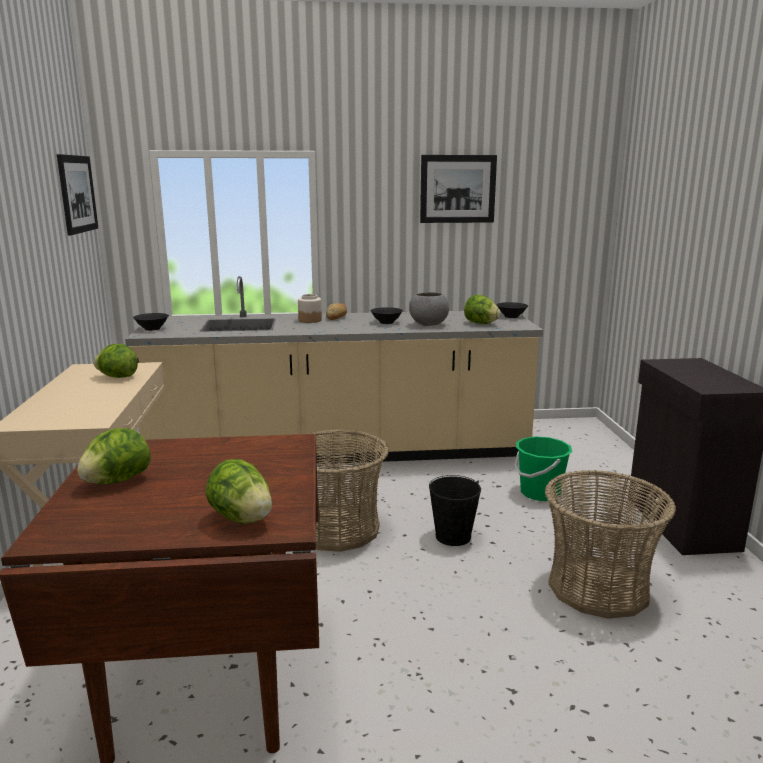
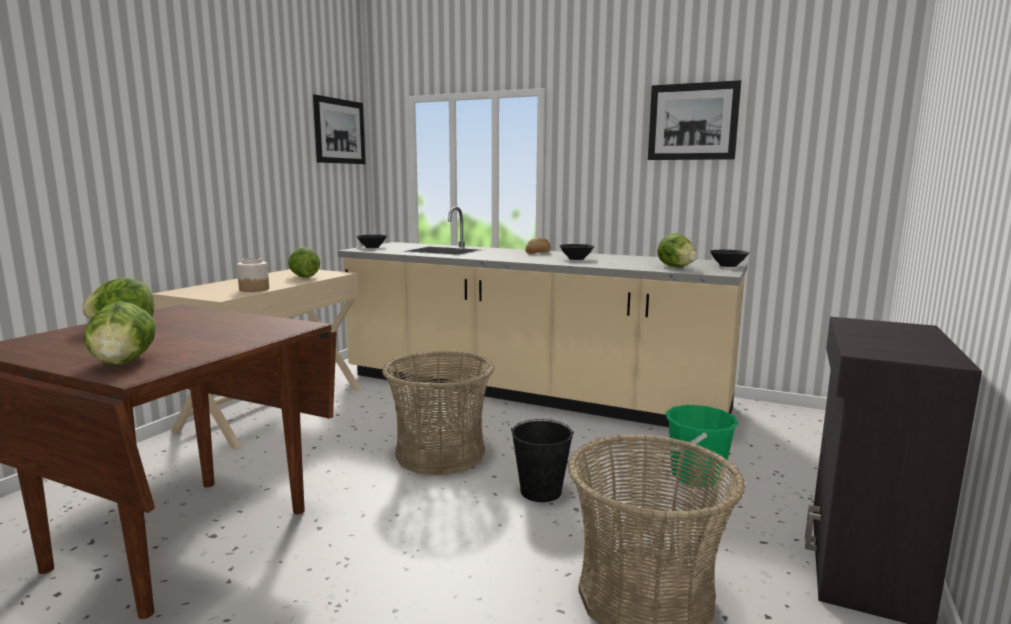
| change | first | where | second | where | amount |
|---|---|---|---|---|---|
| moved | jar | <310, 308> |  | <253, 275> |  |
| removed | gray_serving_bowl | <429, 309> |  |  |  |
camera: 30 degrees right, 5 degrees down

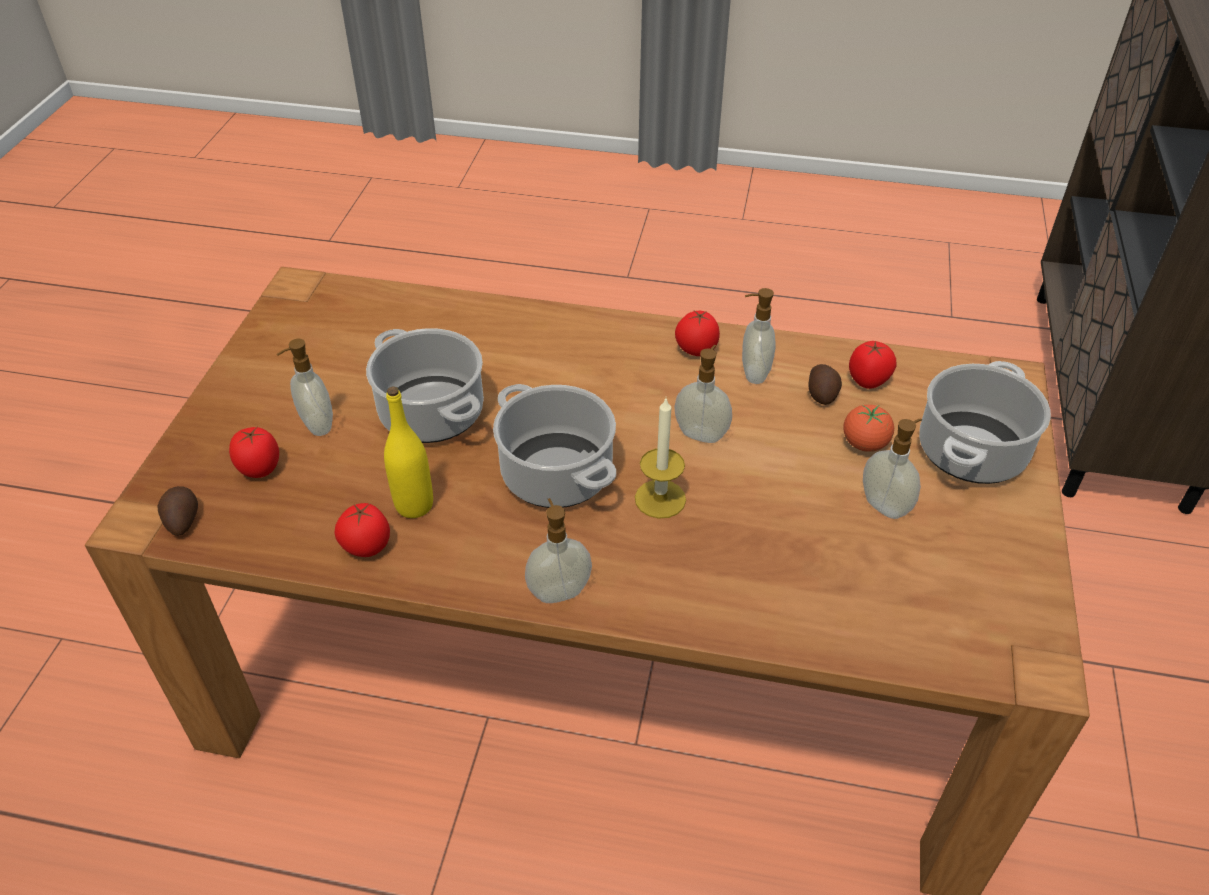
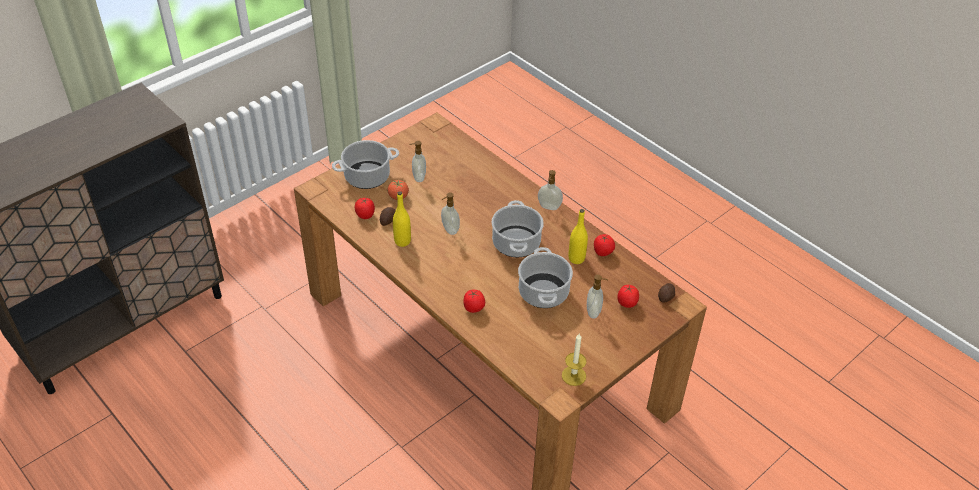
| change | first | where | second | where | amount |
|---|---|---|---|---|---|
| moved | wax_light | <660, 459> |  | <574, 360> |  |
| moved | tomato | <697, 333> |  | <474, 301> |  |
| replaced | liquid_soap_bottle | <759, 336> | yellowish_bottle | <402, 219> |  |
camera: 145 degrees left, 0 degrees up

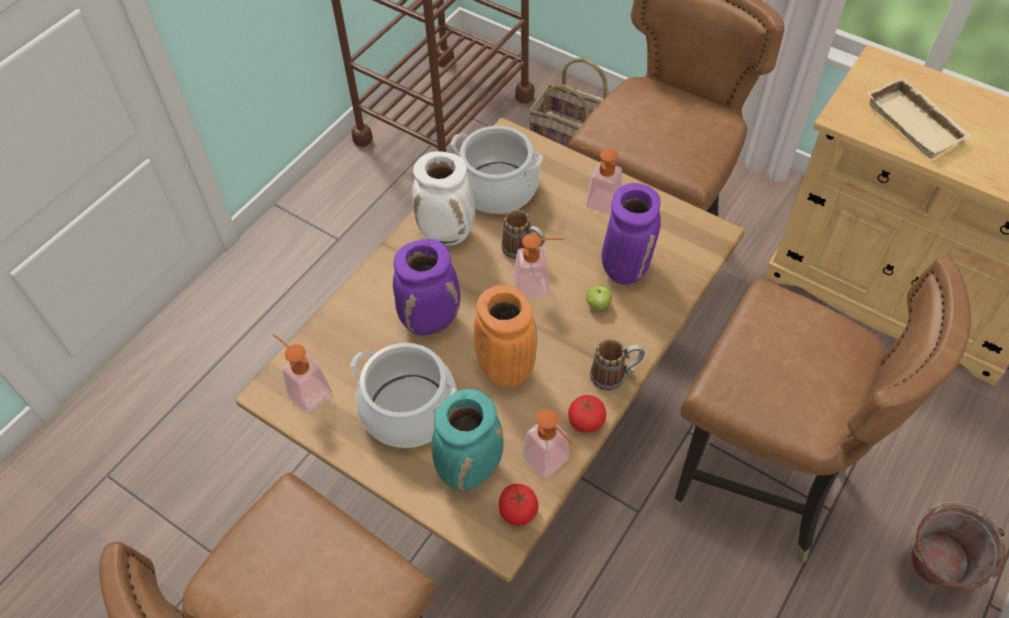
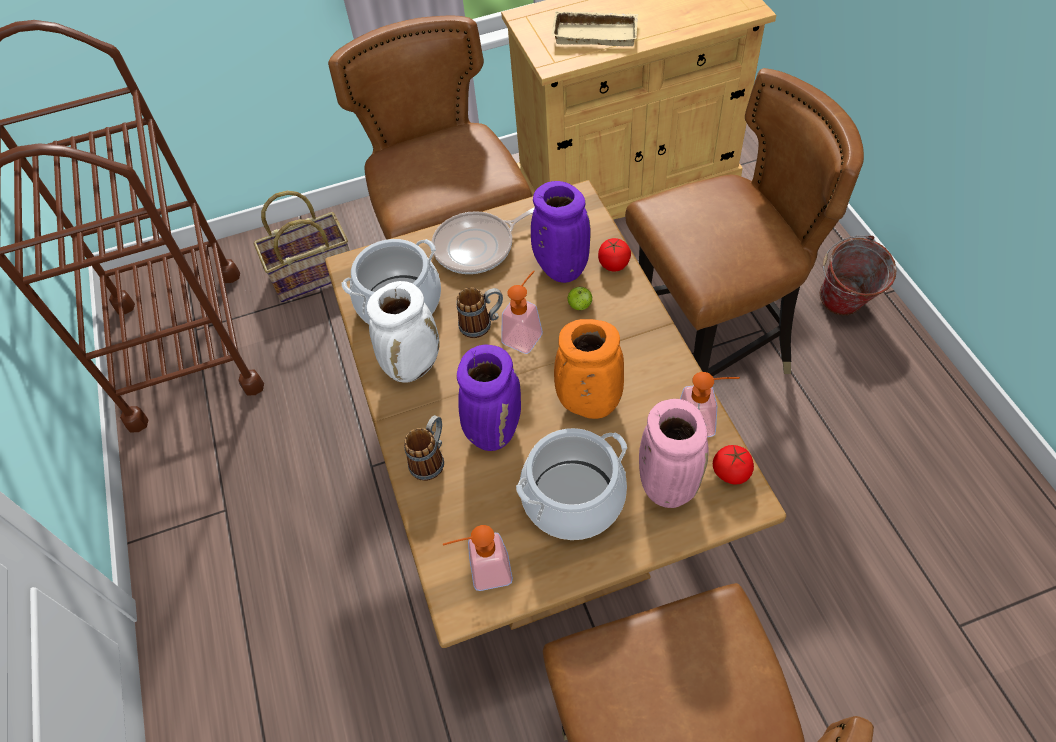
| change | first | where | second | where | amount |
|---|---|---|---|---|---|
| recoloured | turquoise-coloured_vase | <468, 440> | pinkish_vase | <674, 453> |  |
| moved | tomato | <587, 414> |  | <614, 255> |  |
| replaced | liquid_soap_bottle | <601, 181> | pan | <483, 240> |  |
| moved | coffee_mug | <617, 365> |  | <424, 448> |  |
camera: 50 degrees left, 0 degrees up

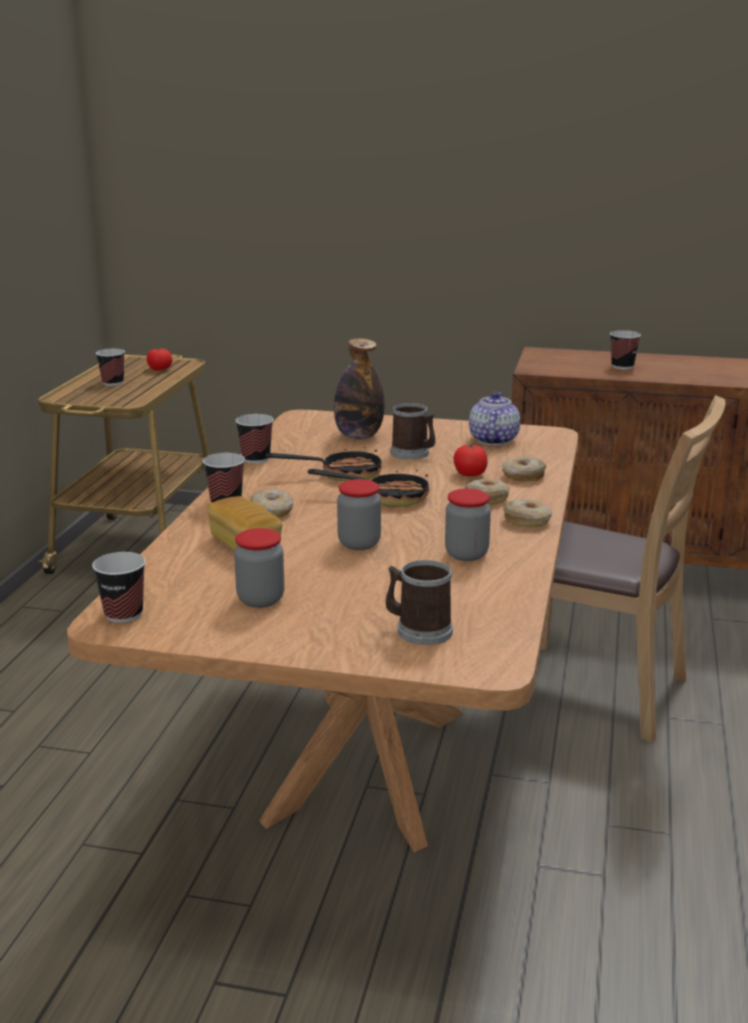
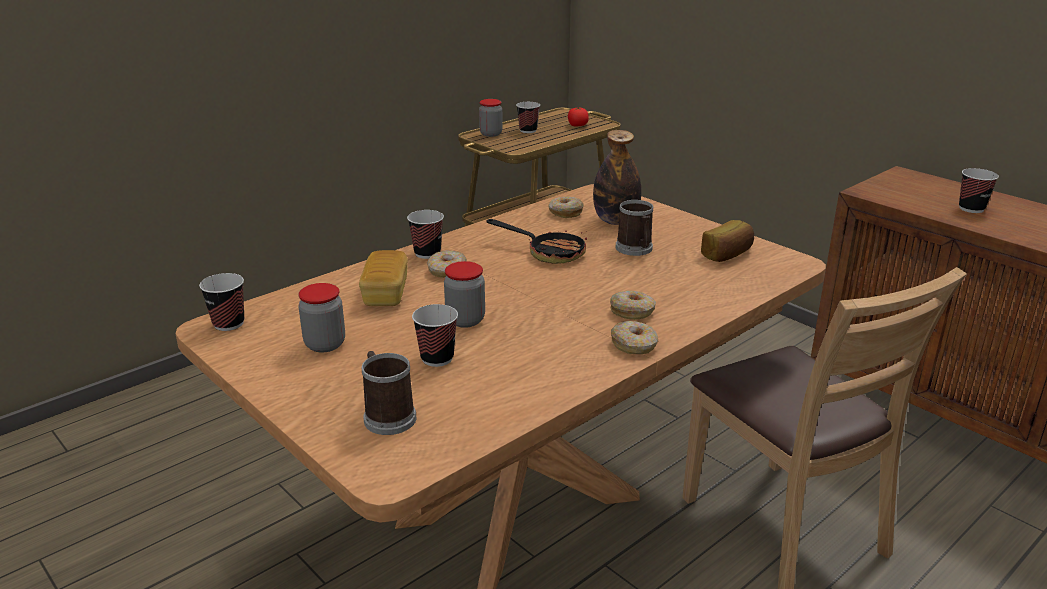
| change | first | where | second | where | amount |
|---|---|---|---|---|---|
| moved | drinking_cup | <255, 439> |  | <435, 335> |  |
| removed | pan | <369, 487> |  |  |  |
| moved | jar | <468, 524> |  | <491, 118> |  |
| removed | tomato | <470, 460> |  |  |  |
| replaced | pot_for_tea | <494, 418> | baked_bread | <727, 241> |  |
| moved | donut | <524, 469> |  | <566, 207> |  |
camera: 35 degrees right, 5 degrees up

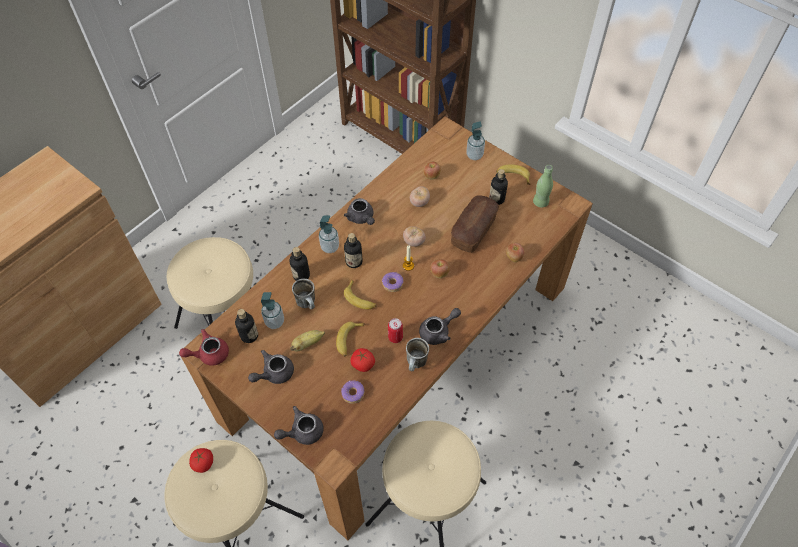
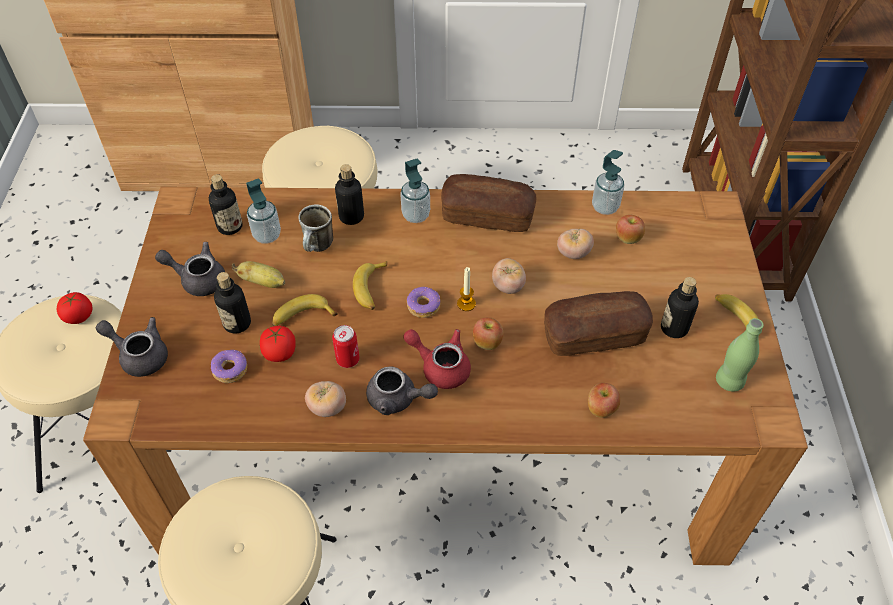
| change | first | where | second | where | amount |
|---|---|---|---|---|---|
| moved | red_pot_for_tea | <204, 347> |  | <437, 359> |  |
| replaced | gray_pot_for_tea | <359, 211> | baked_bread | <488, 203> |  |
| moved | bottle | <353, 250> |  | <232, 303> |  |
| replaced | coffee_mug | <417, 354> | tomato | <325, 399> |  |
| moved | liquid_soap_bottle | <475, 140> |  | <608, 182> |  |
camera: 50 degrees right, 5 degrees down

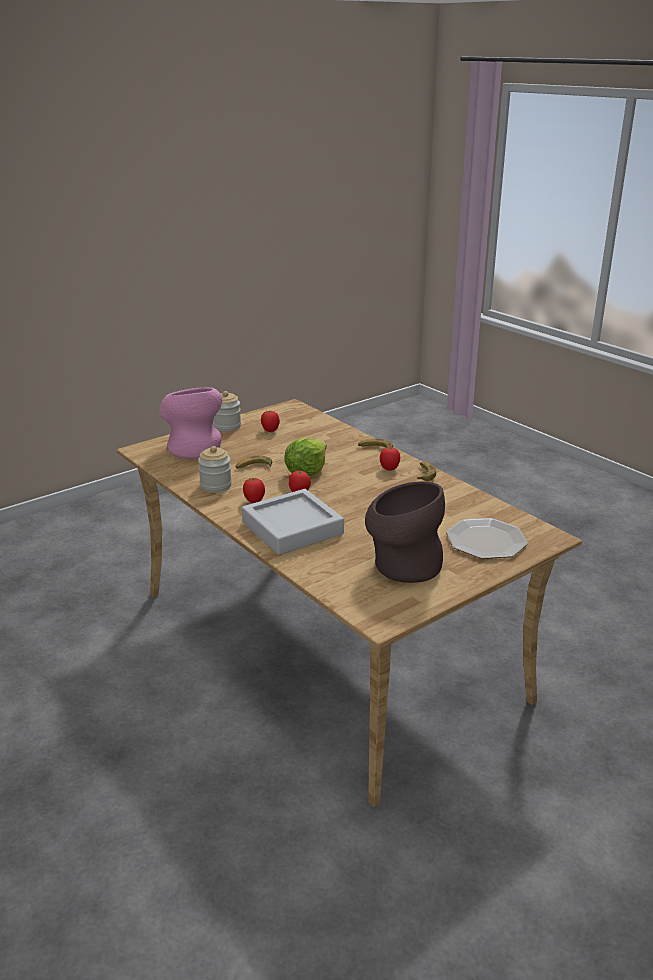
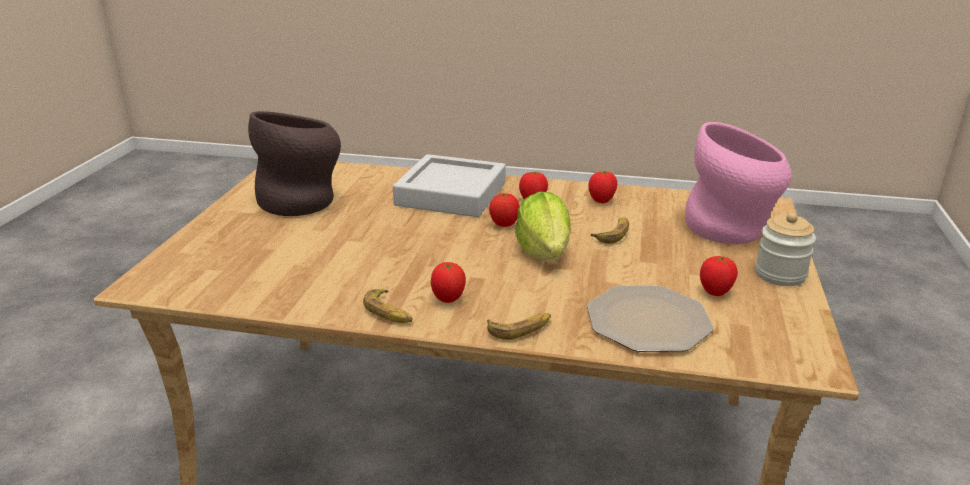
| change | first | where | second | where | amount |
|---|---|---|---|---|---|
| replaced | jar | <215, 469> | tomato | <602, 187> |  |
| moved | flat_dish | <487, 538> |  | <650, 318> |  |
camera: 140 degrees right, 0 degrees up

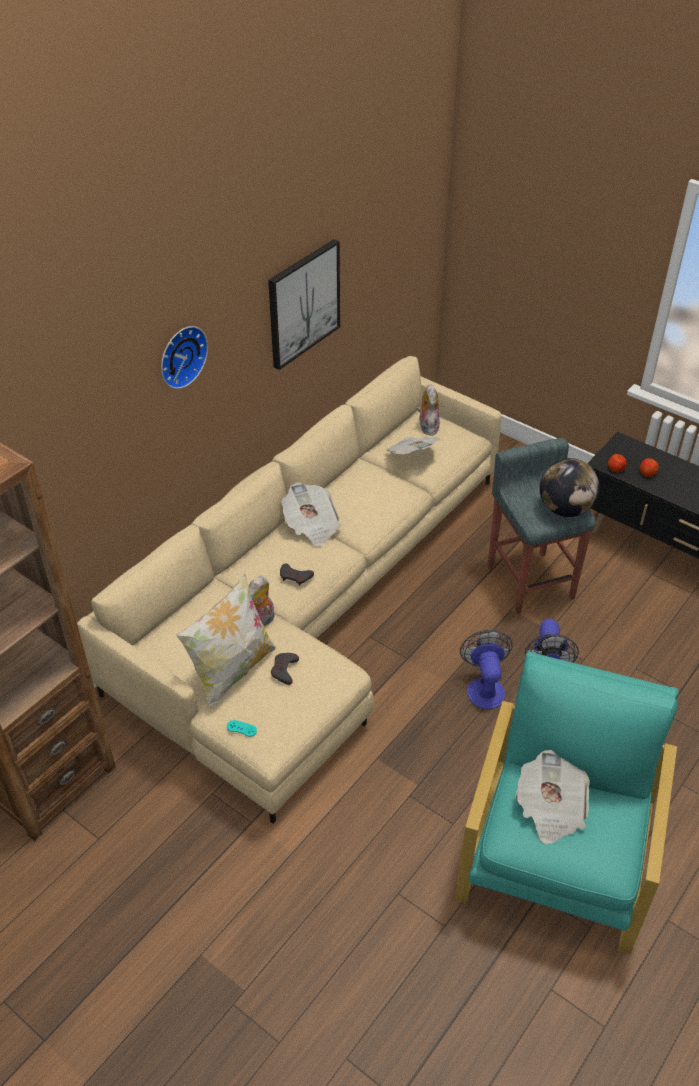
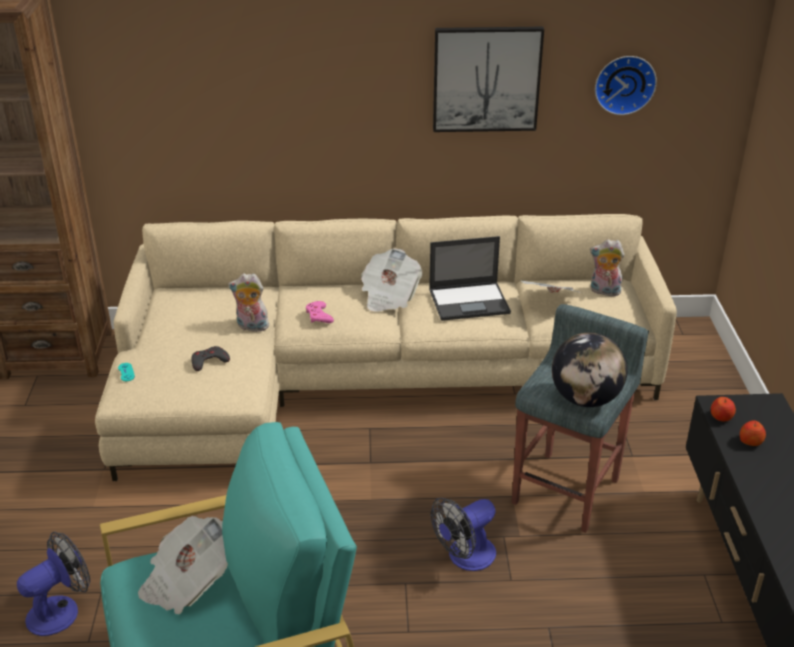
| change | first | where | second | where | amount |
|---|---|---|---|---|---|
| moved | hanging_clock | <184, 357> |  | <626, 85> |  |
| removed | pillow | <226, 642> |  |  |  |
| recoloured | gray_gamepad | <297, 574> | pinkish_gamepad | <320, 312> |  |
| turned | cuddly_toy | <428, 410> |  | <607, 267> | 120 degrees counterclockwise |
| moved | electric_fan | <486, 669> |  | <53, 584> |  |
| added |  |  | portable_computer | <470, 278> |  |
camera: 50 degrees right, 10 degrees down

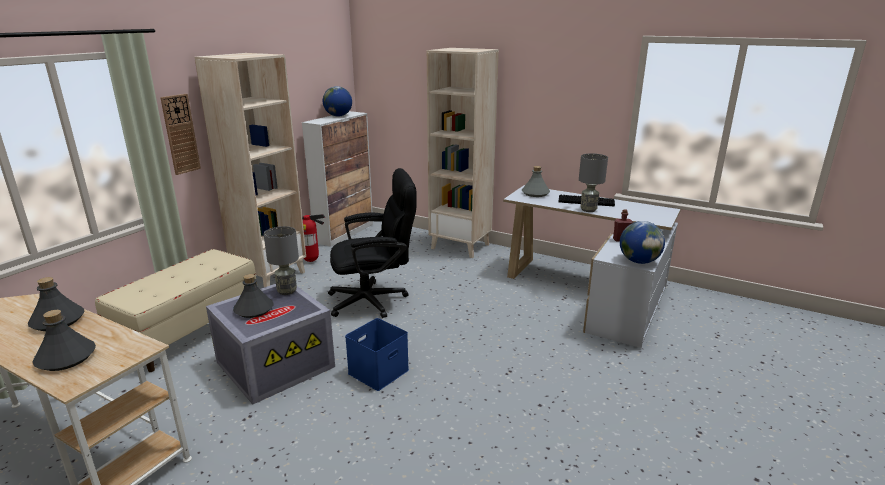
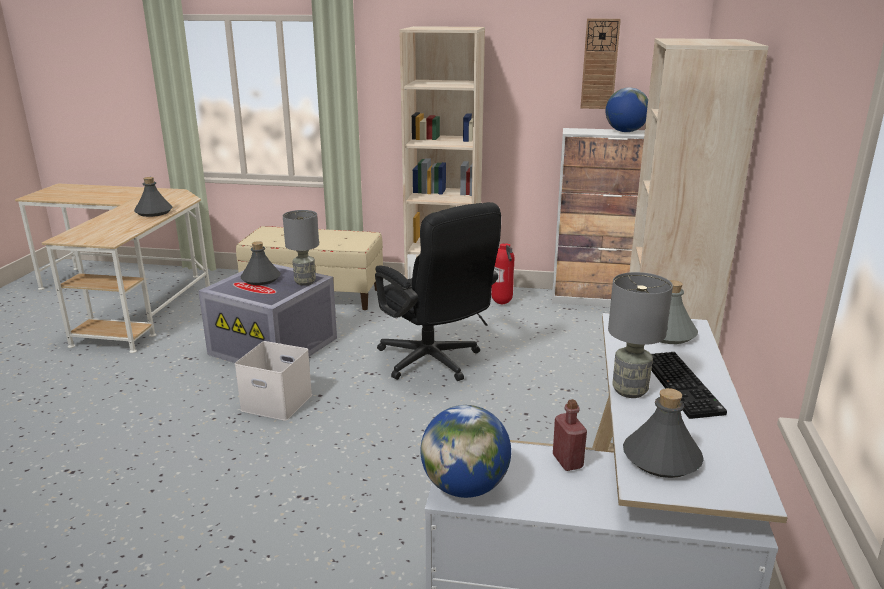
| change | first | where | second | where | amount |
|---|---|---|---|---|---|
| moved | gray_bottle | <64, 340> |  | <663, 433> |  |
| moved | hanging_clock | <180, 134> |  | <600, 64> |  |
| recoloured | bluish_storage_bin | <377, 354> | white_storage_bin | <273, 381> |  |
camera: 70 degrees right, 0 degrees up

